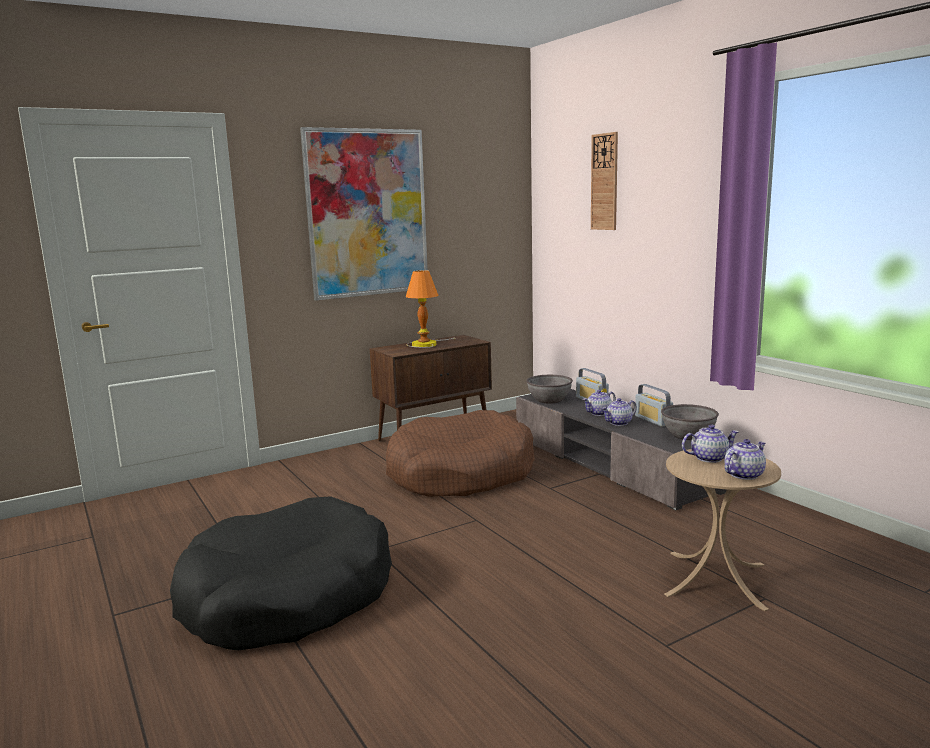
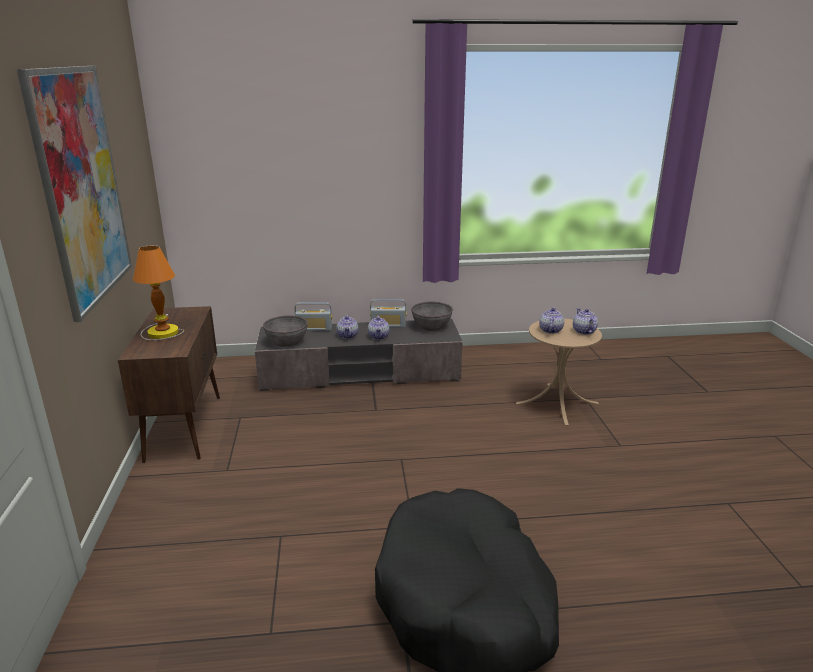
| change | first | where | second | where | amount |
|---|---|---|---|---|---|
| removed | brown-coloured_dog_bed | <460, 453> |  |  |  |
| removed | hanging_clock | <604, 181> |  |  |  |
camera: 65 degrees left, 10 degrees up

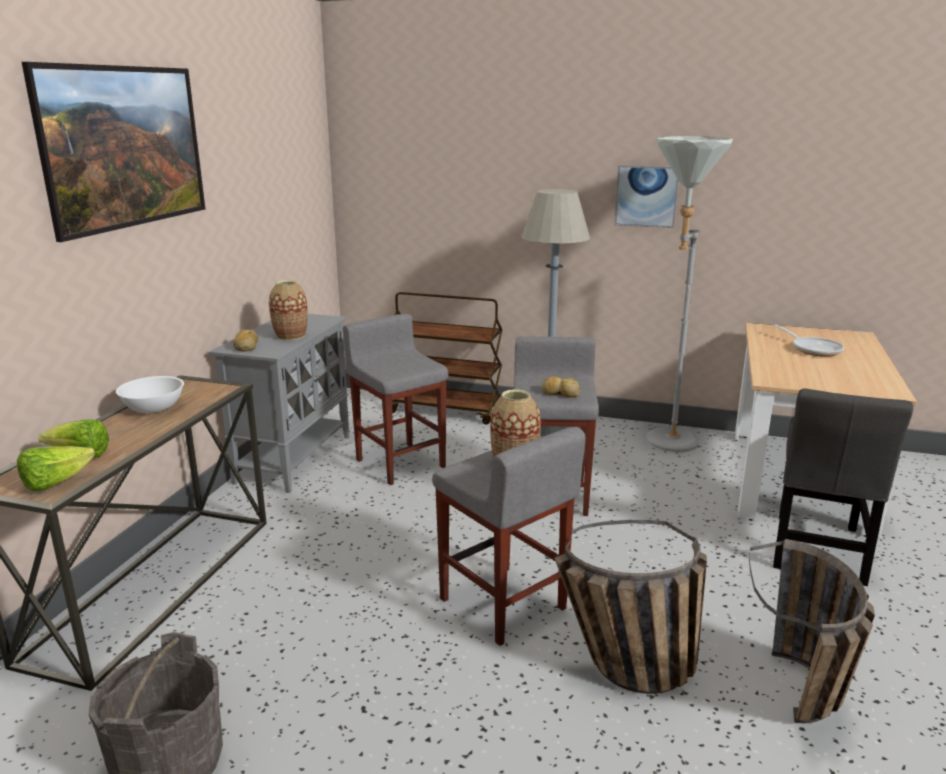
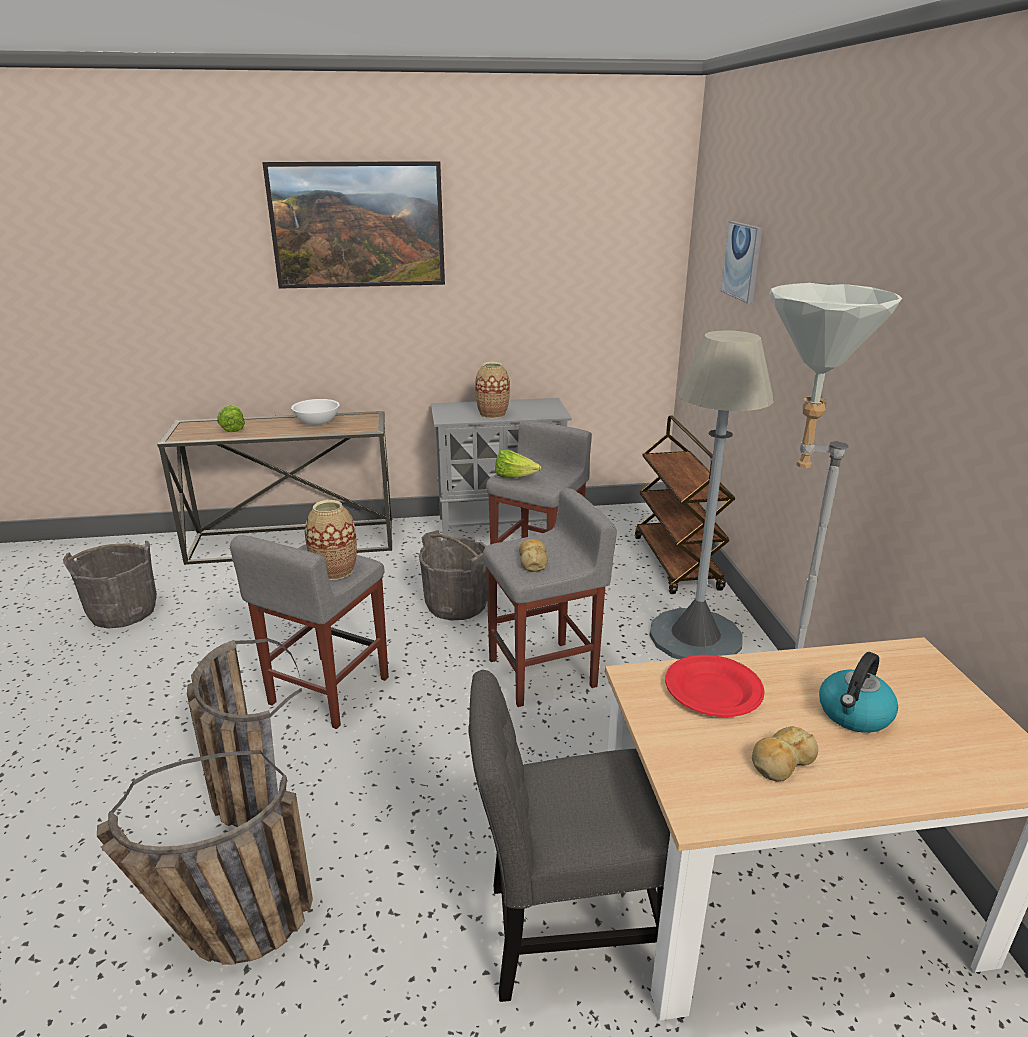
| change | first | where | second | where | amount |
|---|---|---|---|---|---|
| moved | lettuce_head | <56, 468> |  | <518, 463> |  |
| moved | baked_bread | <245, 340> |  | <785, 754> |  |
| moved | picture | <646, 196> |  | <741, 262> |  |
| replaced | pan | <809, 341> | water_kettle | <858, 692> |  |
| added |  |  | gray_pail | <453, 575> |  |
| added |  |  | red_flat_dish | <715, 686> |  |
camera: 65 degrees right, 5 degrees up

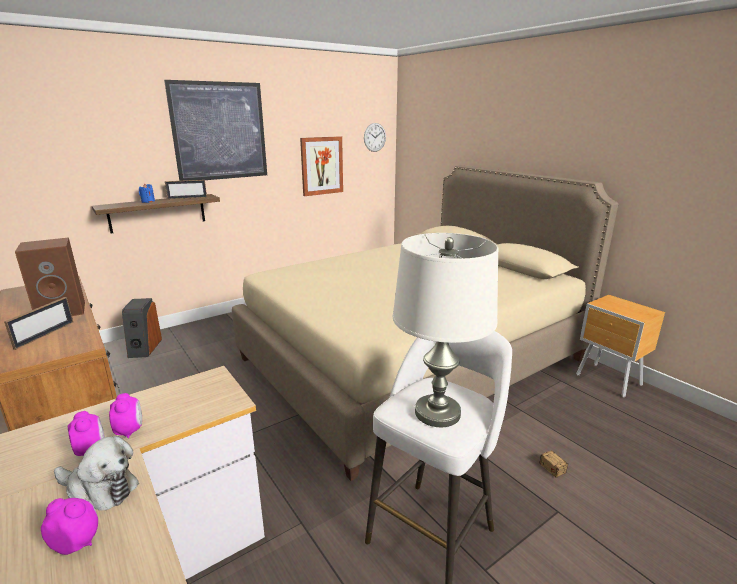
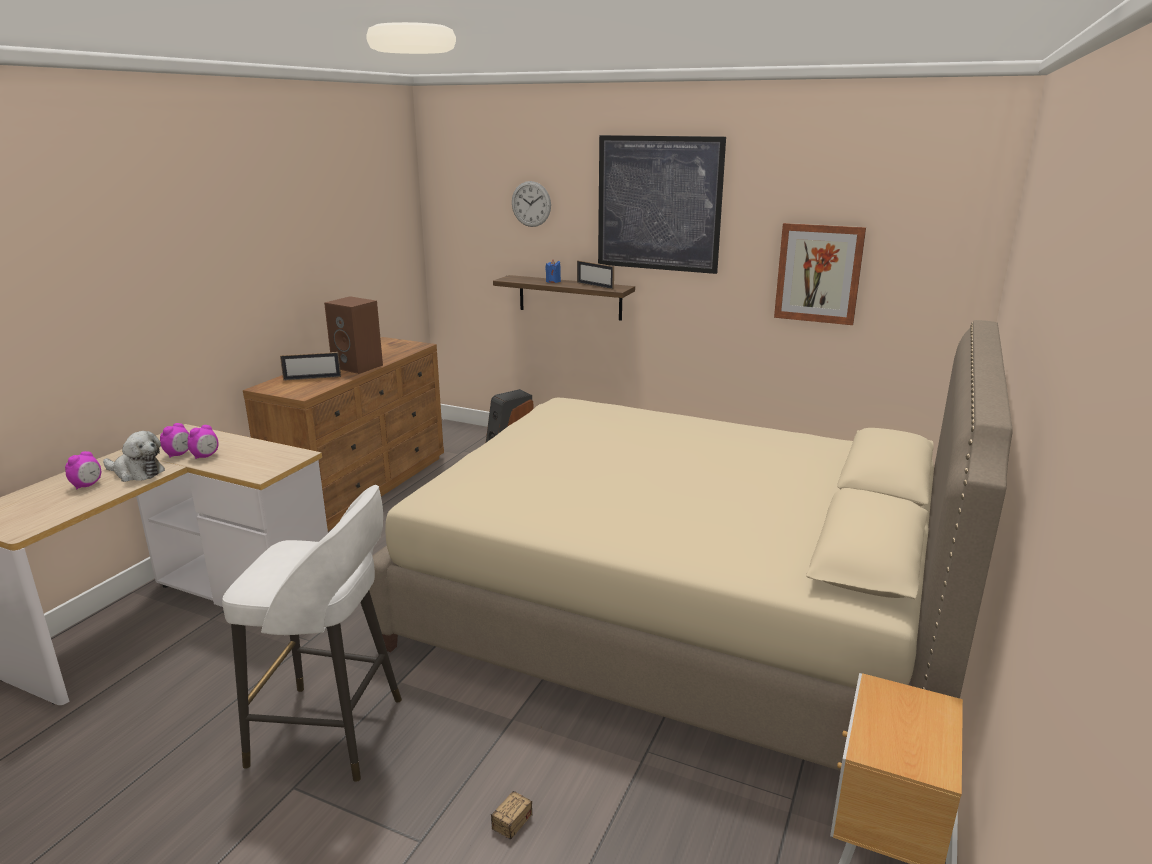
| change | first | where | second | where | amount |
|---|---|---|---|---|---|
| turned | bedside_clock | <69, 526> |  | <83, 470> | 45 degrees clockwise |
| turned | cuddly_toy | <96, 473> |  | <134, 456> | 60 degrees counterclockwise |
| moved | hanging_clock | <375, 137> |  | <531, 204> |  |
| removed | white_table_lamp | <445, 330> |  |  |  |
camera: 60 degrees right, 0 degrees up

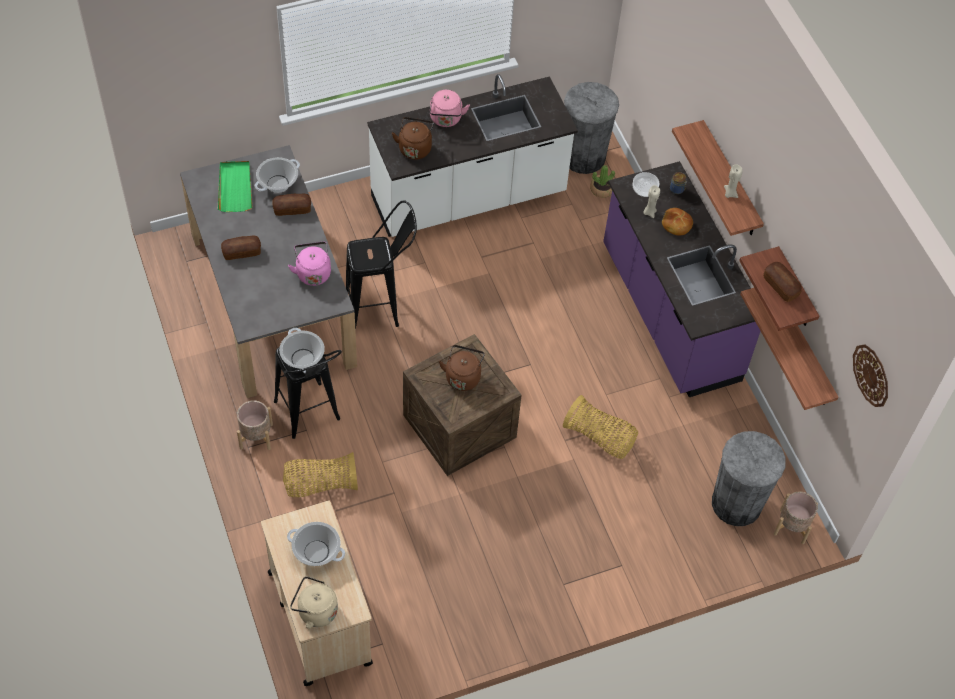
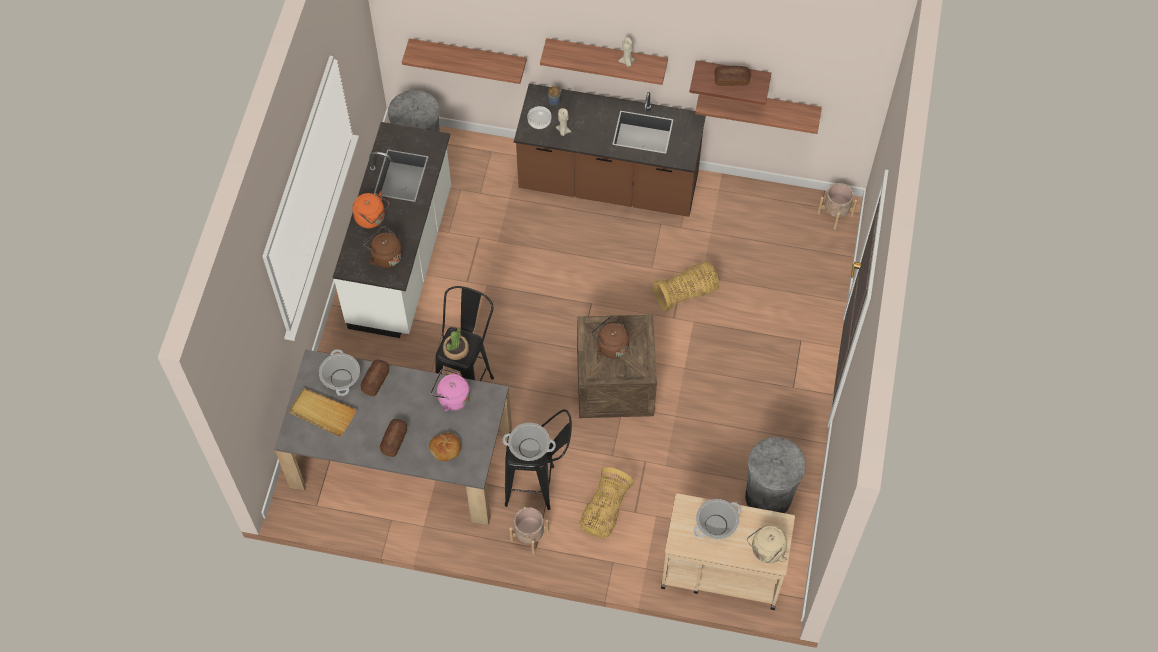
| change | first | where | second | where | amount |
|---|---|---|---|---|---|
| recoloured | green-coloured_tray | <235, 186> | sand-coloured_tray | <322, 412> |  |
| recoloured | pinkish_water_kettle | <450, 108> | orange_water_kettle | <370, 209> |  |
| moved | houseplant | <602, 181> |  | <456, 344> |  |
| recoloured | purplish_counter | <682, 279> | brown-coloured_counter | <610, 150> |  |
| moved | baked_bread | <677, 221> |  | <445, 447> |  |
| moved | gray_trash_can | <749, 478> |  | <775, 475> |  |
| removed | hanging_clock | <870, 375> |  |  |  |
| added |  |  | shelf | <464, 61> |  |
camera: 55 degrees left, 5 degrees up

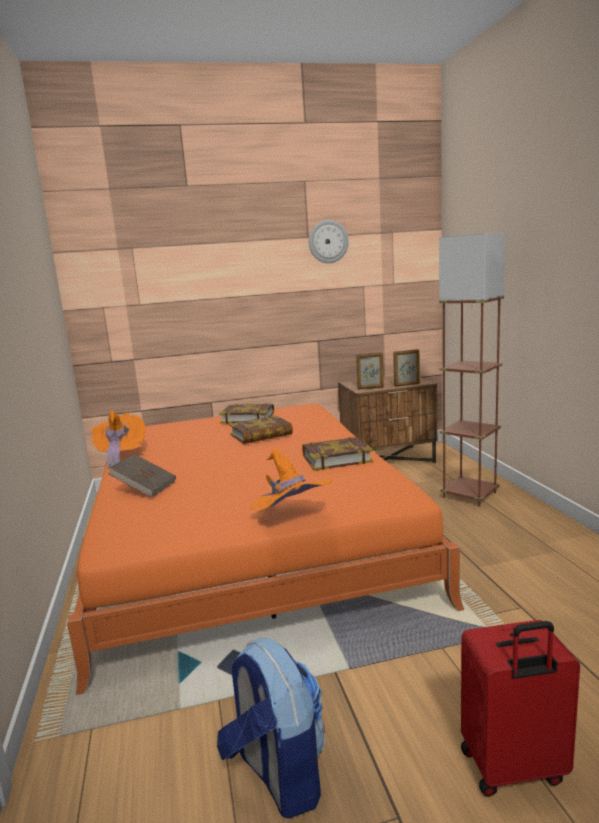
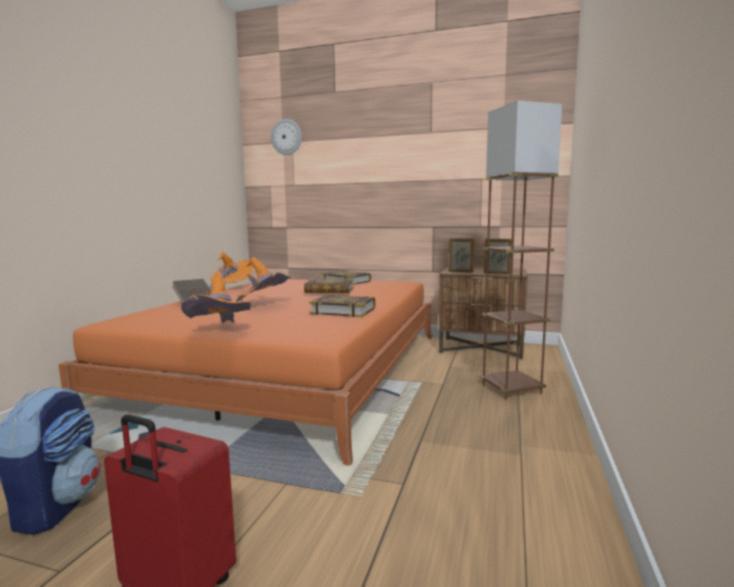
| change | first | where | second | where | amount |
|---|---|---|---|---|---|
| moved | hanging_clock | <329, 241> |  | <286, 137> |  |
| added |  |  | orange_hat | <264, 279> |  |
camera: 30 degrees right, 5 degrees down

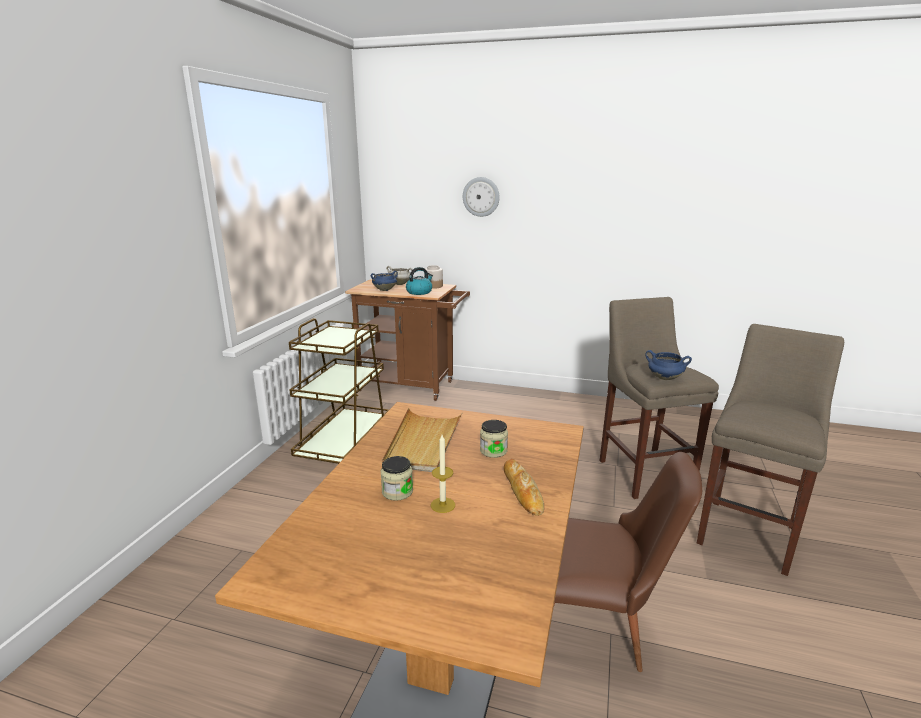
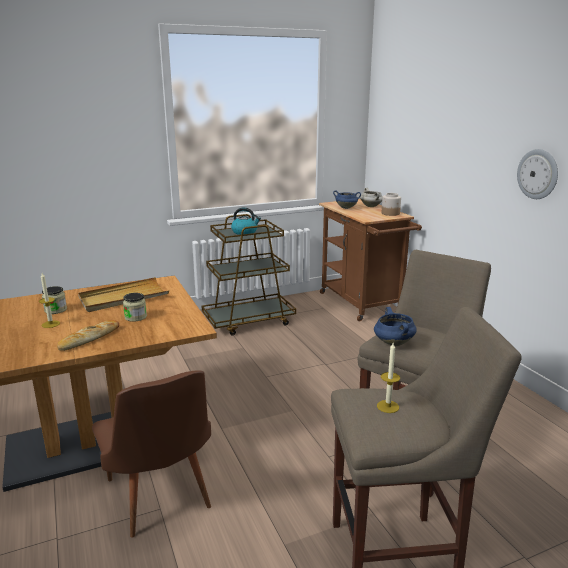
| change | first | where | second | where | amount |
|---|---|---|---|---|---|
| moved | water_kettle | <419, 281> |  | <246, 221> |  |
| moved | hanging_clock | <481, 197> |  | <537, 174> |  |
| added |  |  | wax_light | <388, 378> |  |
camera: 50 degrees right, 0 degrees up

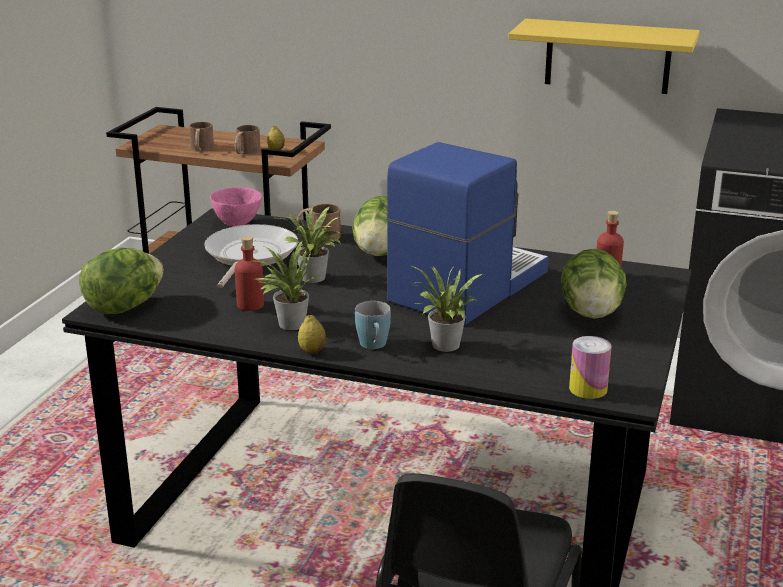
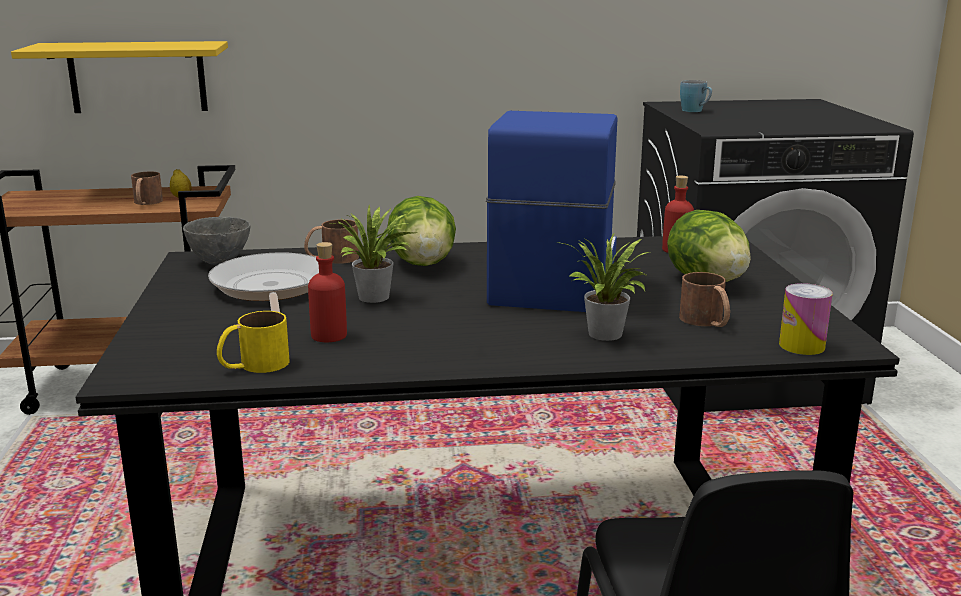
| change | first | where | second | where | amount |
|---|---|---|---|---|---|
| removed | lettuce_head | <121, 281> |  |  |  |
| moved | brown-coloured_coffee_mug | <201, 136> |  | <704, 299> |  |
| recoloured | pinkish_serving_bowl | <236, 207> | gray_serving_bowl | <216, 241> |  |
| removed | houseplant | <288, 285> |  |  |  |
| removed | whole_lemon | <312, 334> |  |  |  |
| moved | bluish_coffee_mug | <373, 325> |  | <696, 96> |  |
| moved | yellowish_shelf | <604, 56> |  | <119, 77> |  |
| added |  |  | yellowish_coffee_mug | <253, 342> |  |
camera: 25 degrees left, 5 degrees down

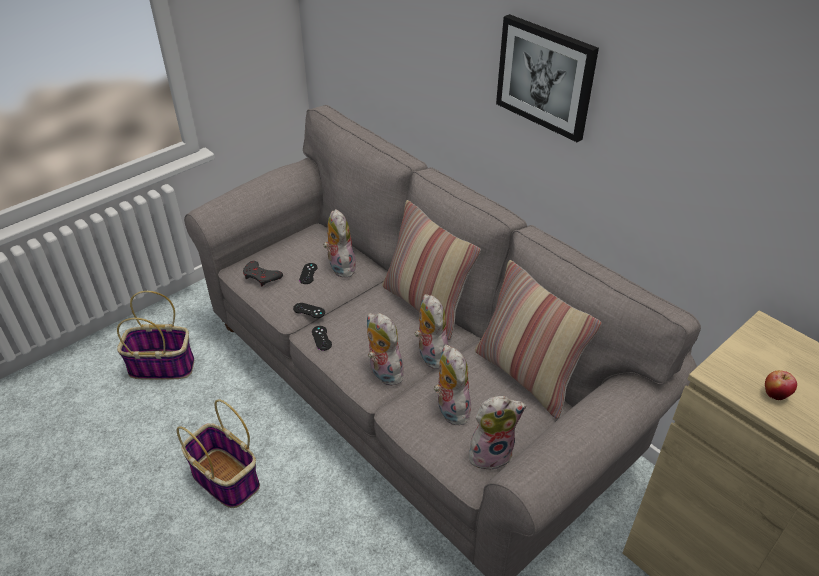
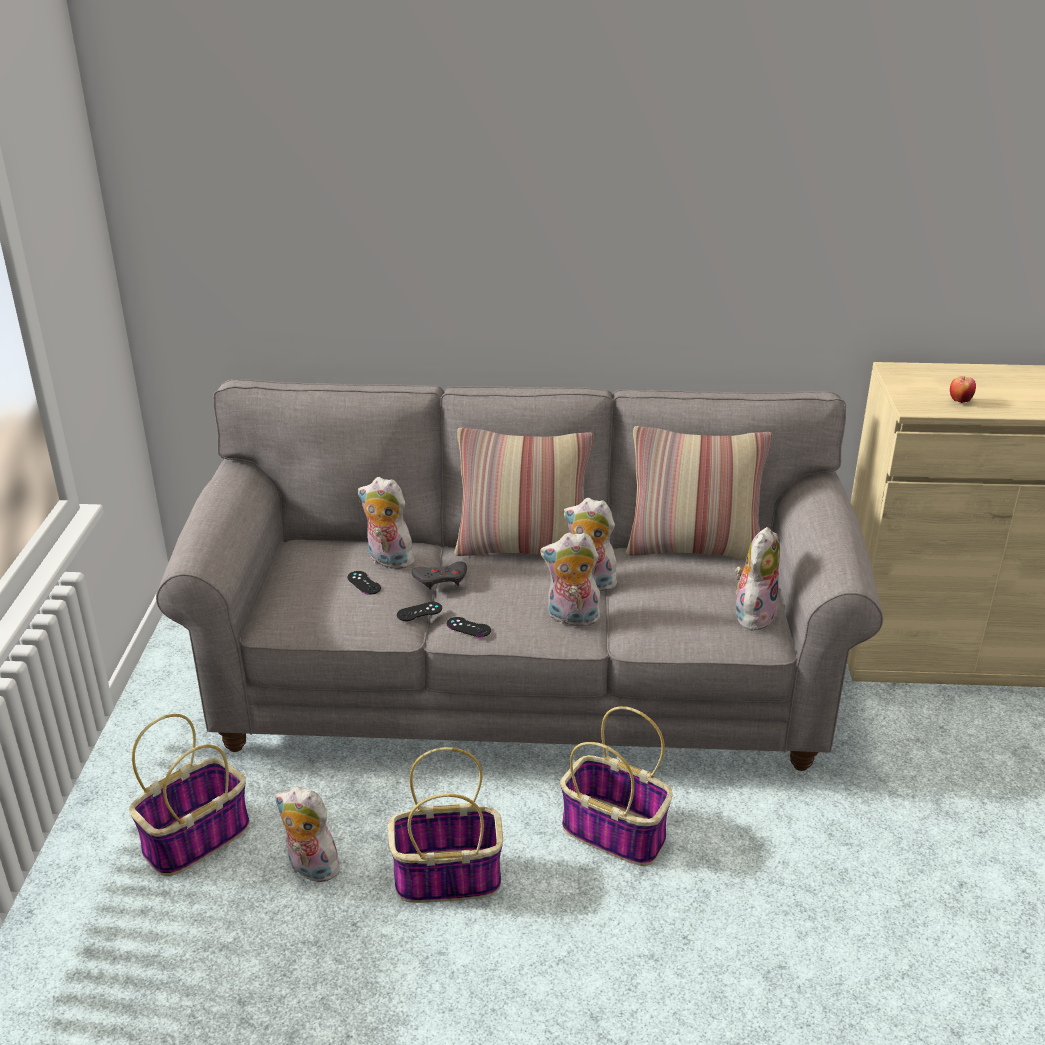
| change | first | where | second | where | amount |
|---|---|---|---|---|---|
| moved | gray_gamepad | <263, 273> |  | <439, 575> |  |
| moved | cuddly_toy | <453, 385> |  | <308, 834> |  |
| removed | picture | <547, 78> |  |  |  |
| added |  |  | storage_basket | <616, 786> |  |
camera: 45 degrees left, 10 degrees down

